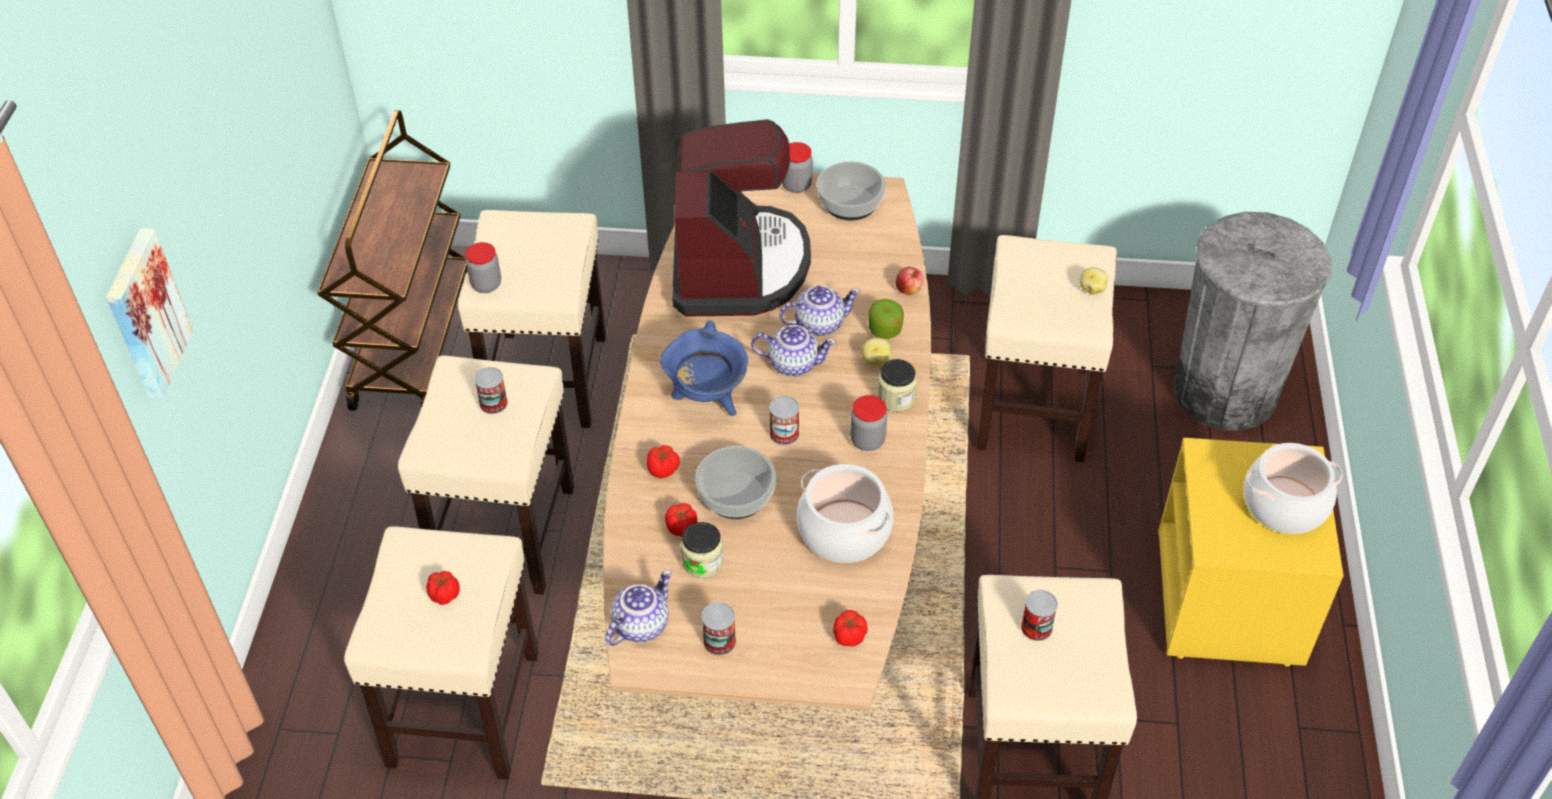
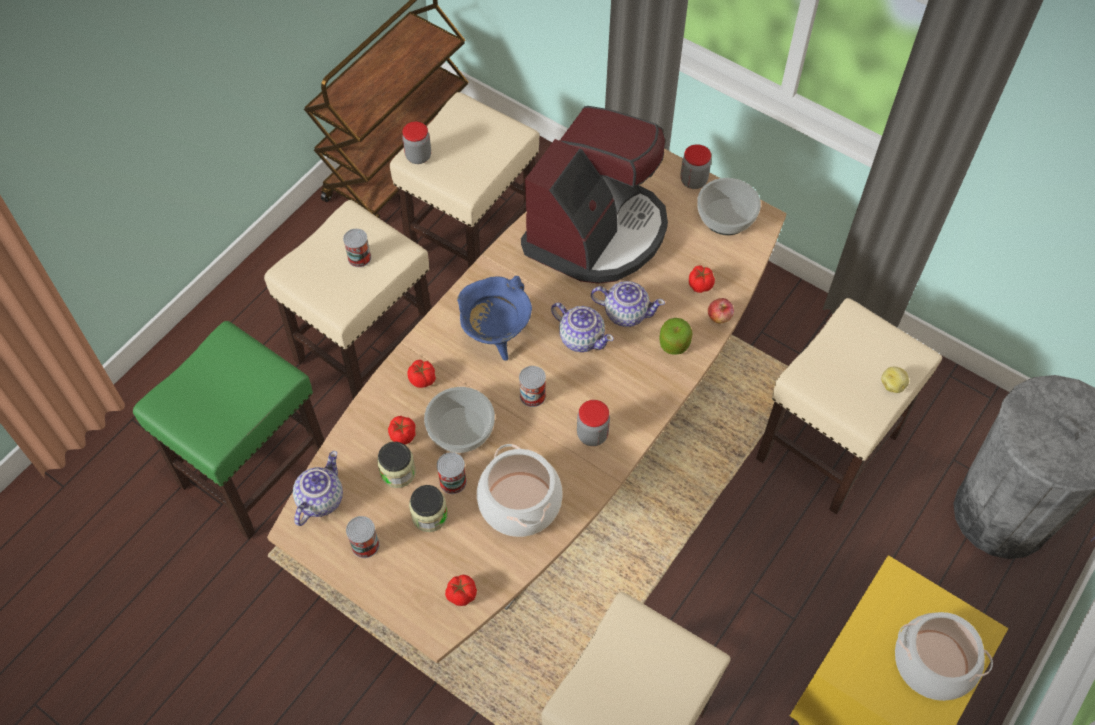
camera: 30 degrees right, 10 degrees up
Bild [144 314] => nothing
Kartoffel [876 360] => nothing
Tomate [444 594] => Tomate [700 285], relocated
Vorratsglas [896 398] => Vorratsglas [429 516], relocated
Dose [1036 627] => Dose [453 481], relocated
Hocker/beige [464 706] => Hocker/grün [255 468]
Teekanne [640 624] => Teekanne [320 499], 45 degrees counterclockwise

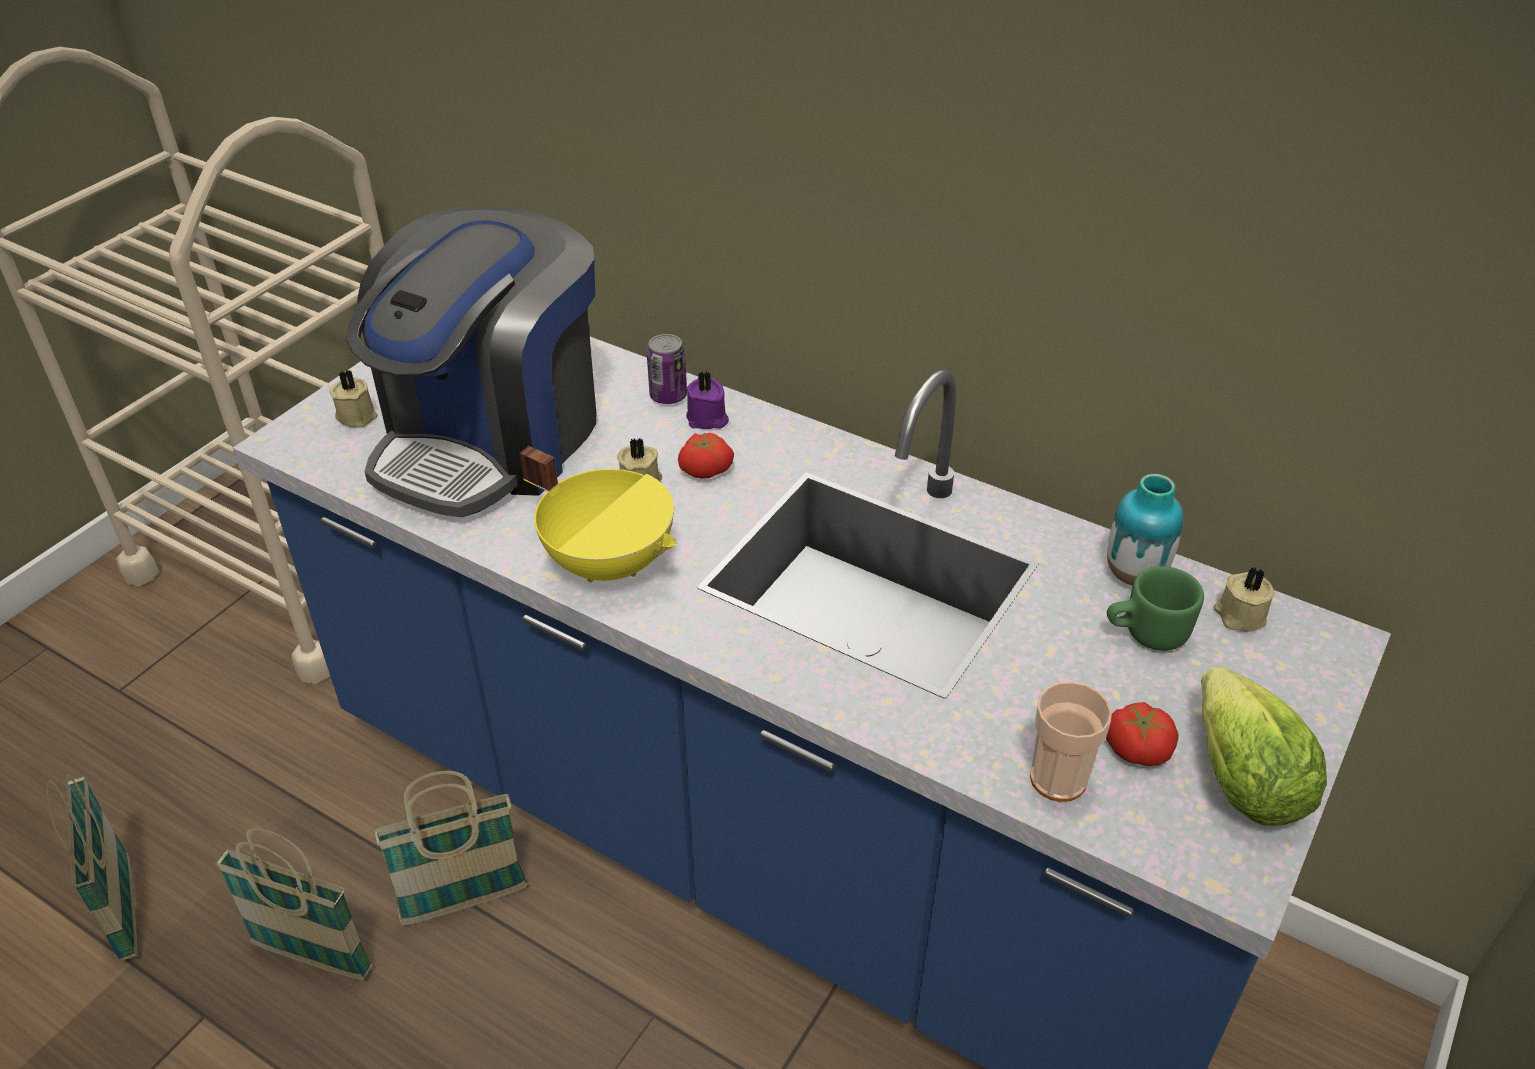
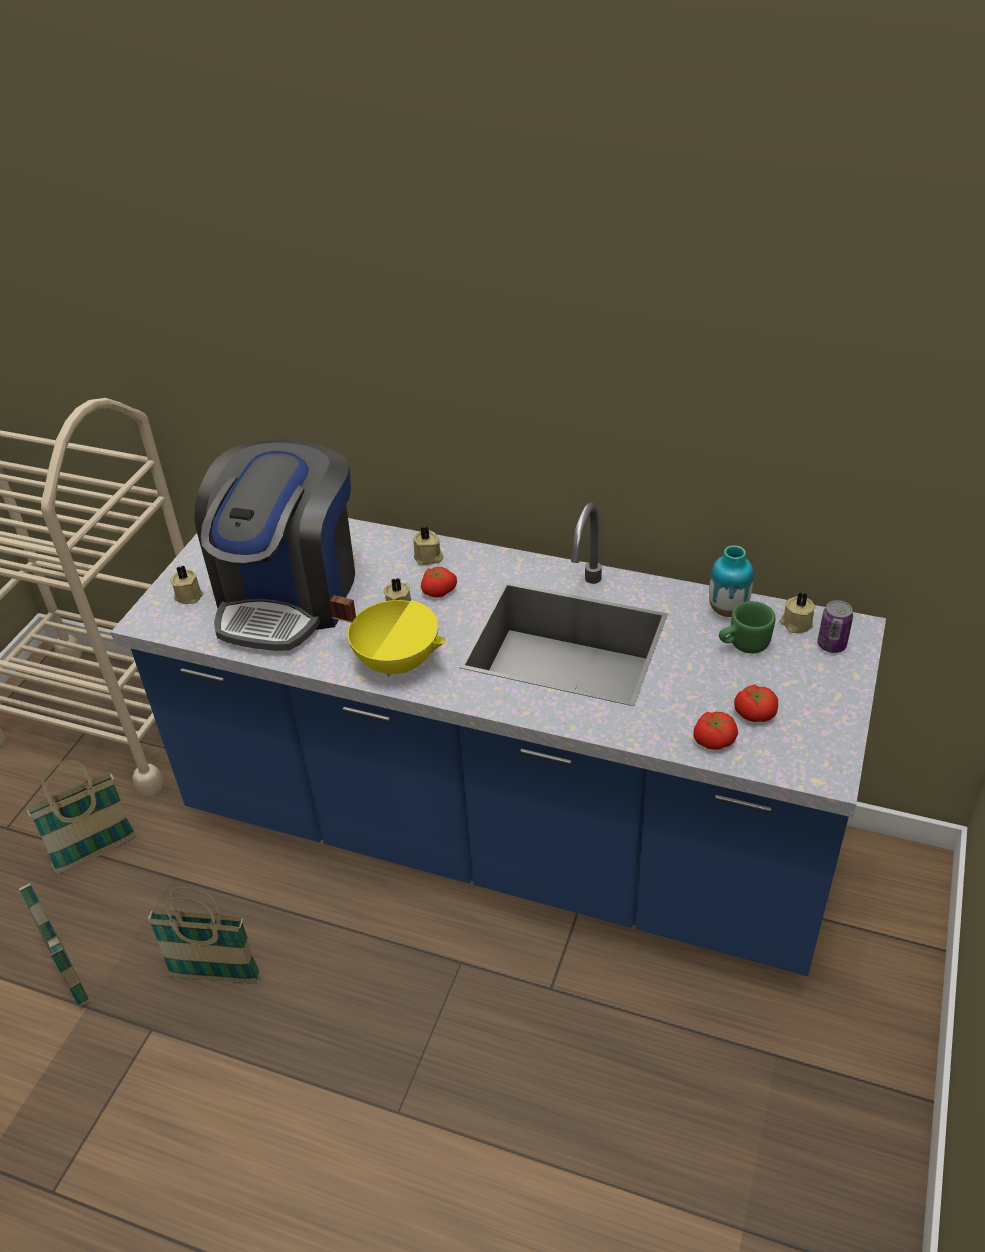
camera: 10 degrees left, 0 degrees up
Salatkopf [1242 781] => nothing
Korb [464 902] => Korb [96 852], relocated
Dose [668 396] => Dose [831 645], relocated
Tasse [1058 779] => Tomate [713 739]
Kerze/lila [707 419] => Kerze/beige [428 558]

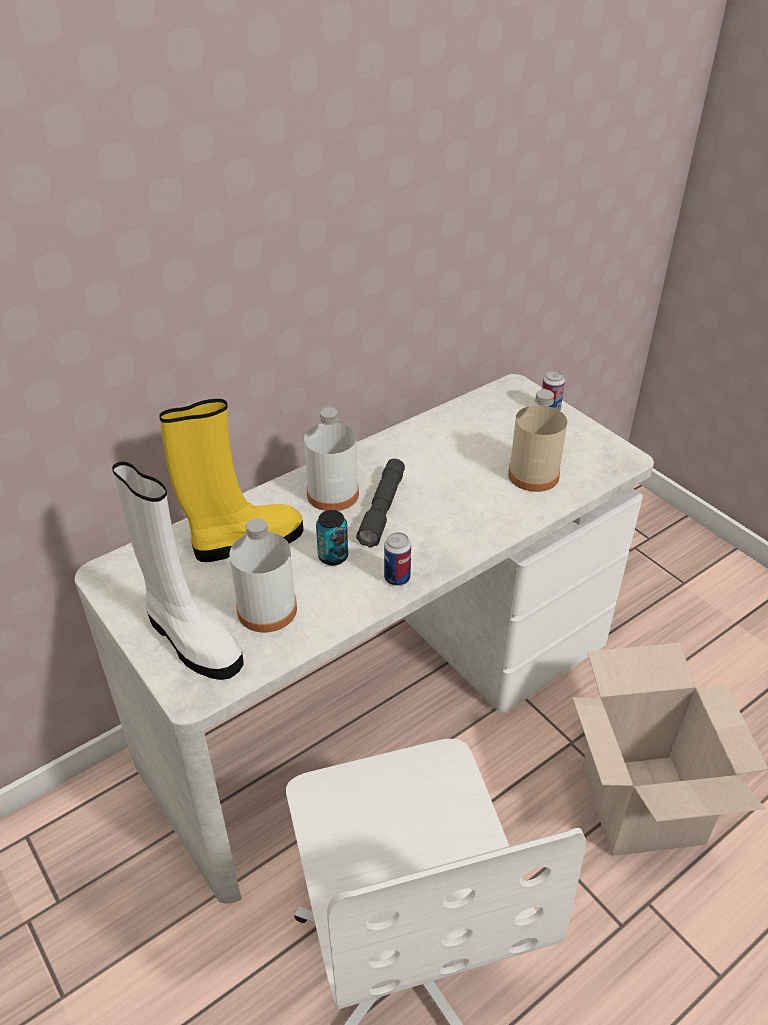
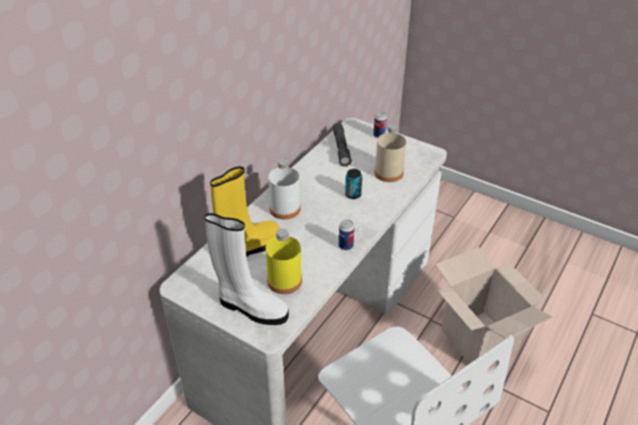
camera: 20 degrees left, 0 degrees up
Dose [333 556] => Dose [353 194], relocated
Taschenlampe/grau [382 509] => Taschenlampe/grau [341 148], relocated
Flasche/weiß [267 609] => Flasche/gelb [284 281]

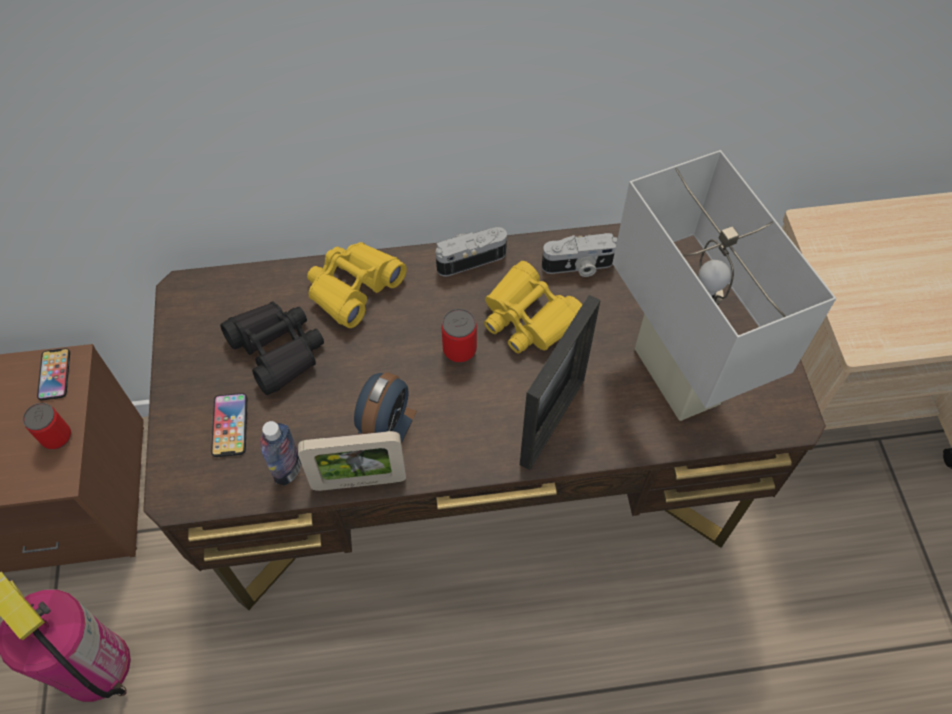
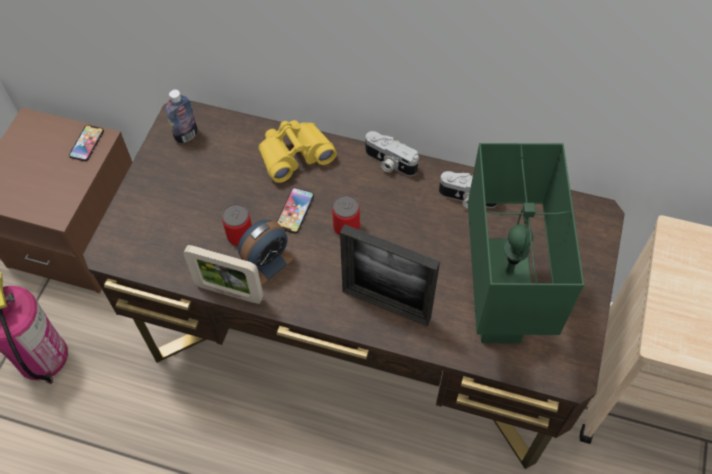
camera: 25 degrees right, 0 degrees up
Fernglas/schwarz [277 350] => nothing
Fernglas/gelb [528 318] => nothing
Dose [56 437] => Dose [240 236], relocated
Handy [230 425] => Handy [295 211], relocated
Flasche [288 470] => Flasche [186 135], relocated
Tischlampe/weiß [676 376] => Tischlampe/grün [498 309]
Kamera [470 258] => Kamera [389 163], 150 degrees counterclockwise
Bilderrahmen [552 421] => Bilderrahmen [386 305], 60 degrees clockwise

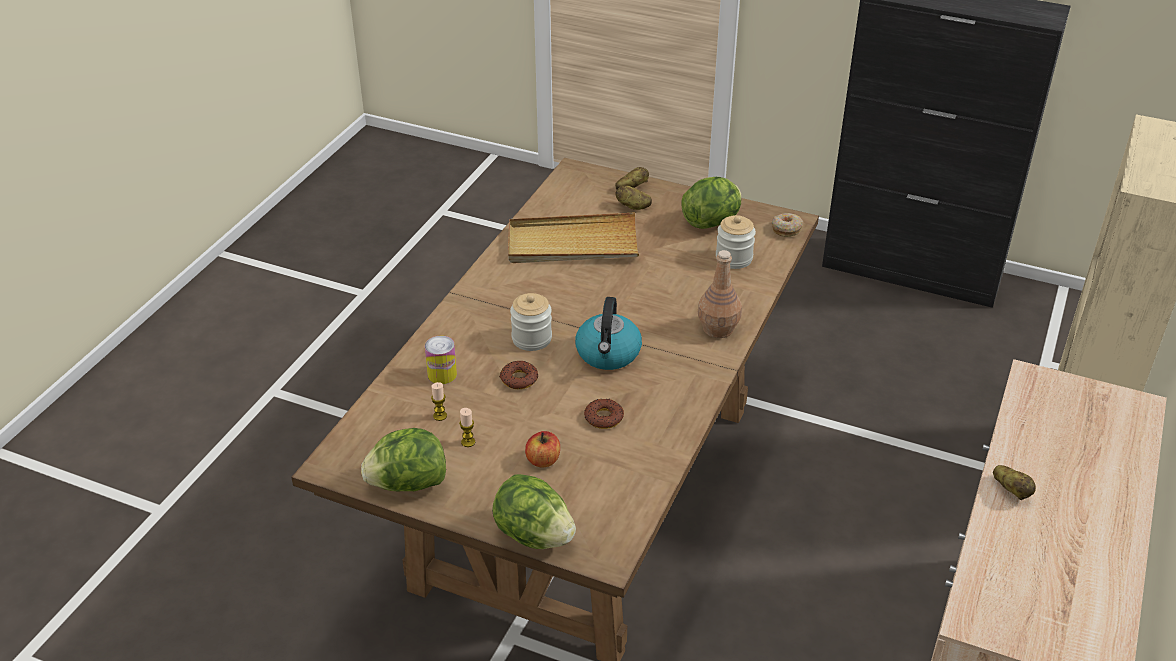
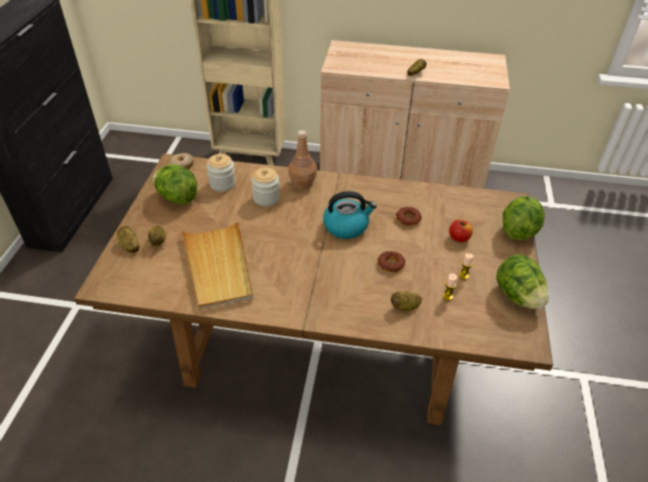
camera: 105 degrees left, 5 degrees up
Vorratsglas [531 339] => Vorratsglas [266 198], relocated
Dose [442 374] => Kartoffel [405 307]

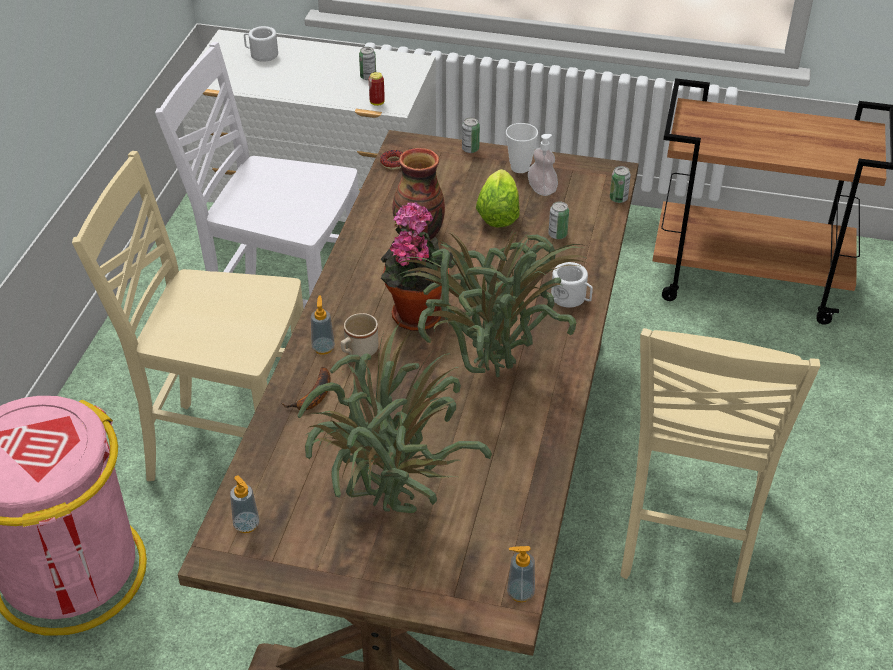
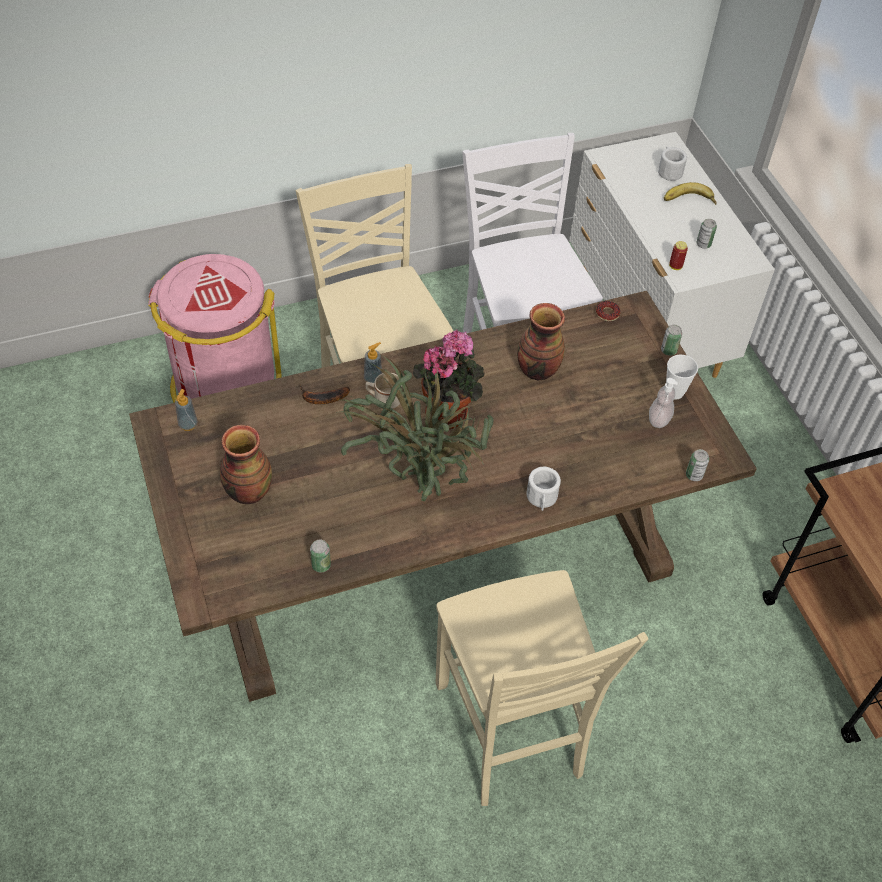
camera: 55 degrees right, 10 degrees up
Salatkopf [498 215] => nothing
Seifenspender [520 593] => nothing
nothing => Banane [689 201]
Dose [557 235] => Dose [321 565], relocated
Topfpflanze [388 510] => Vase [247 491]
Stuhl/beige [688 534] => Stuhl/beige [510 732], 90 degrees counterclockwise

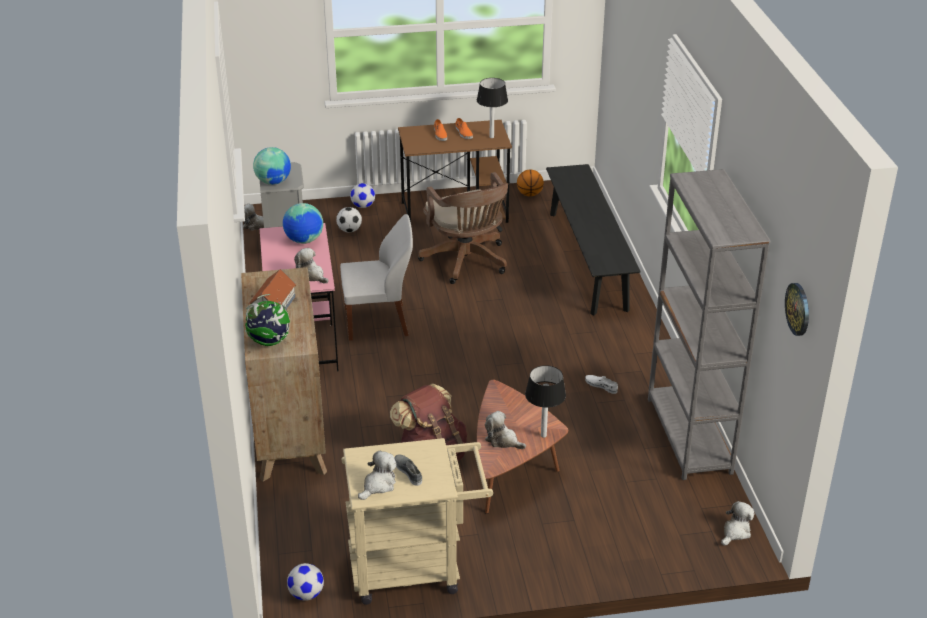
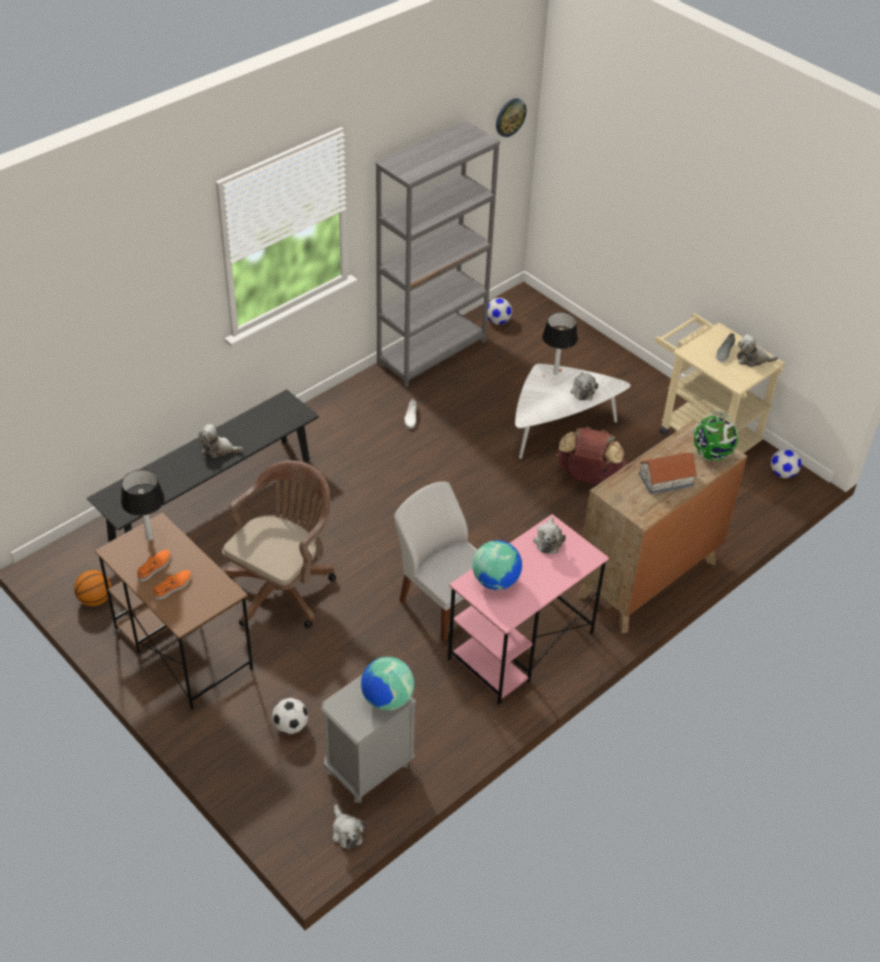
camera: 125 degrees left, 10 degrees up
Fußball [363 206] => Fußball [498 321], relocated
Plüschtier [735 532] => Plüschtier [218 449], relocated
Couchtisch/braun [511 468] => Couchtisch/weiß [558 427]

